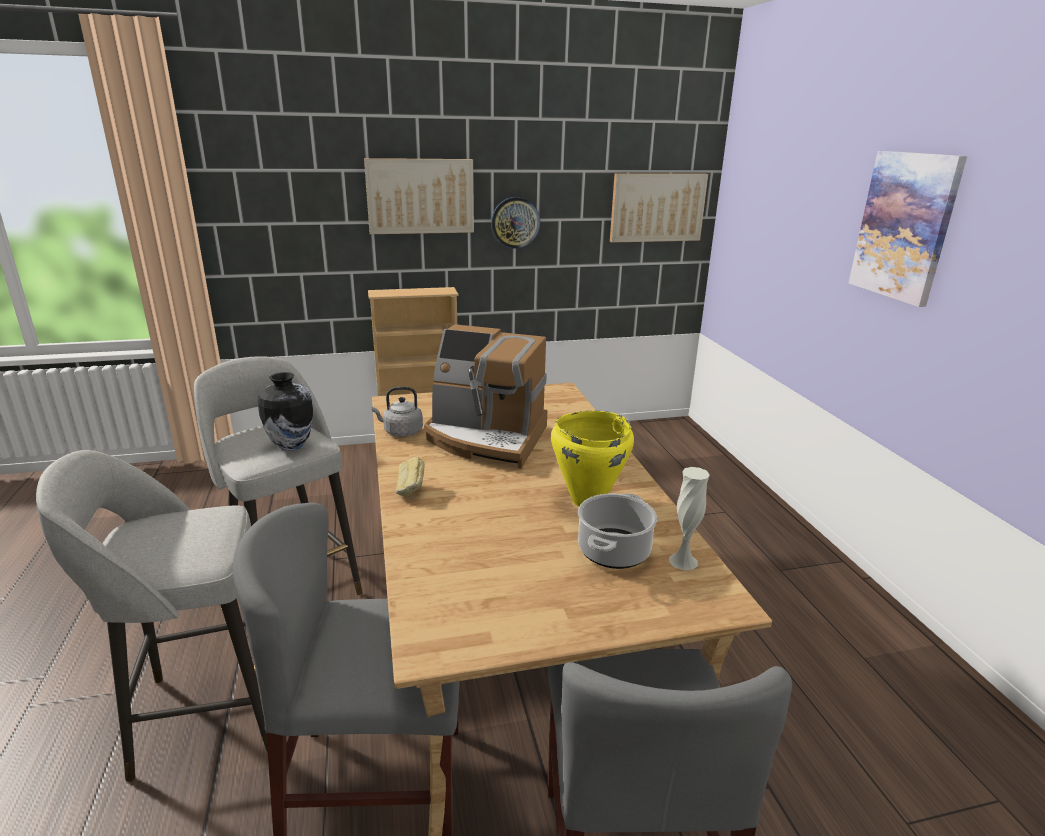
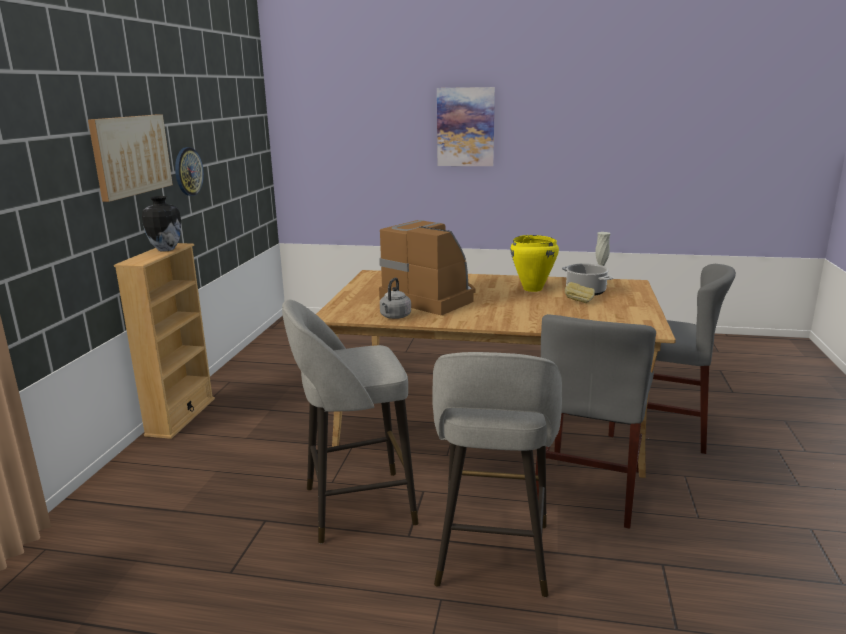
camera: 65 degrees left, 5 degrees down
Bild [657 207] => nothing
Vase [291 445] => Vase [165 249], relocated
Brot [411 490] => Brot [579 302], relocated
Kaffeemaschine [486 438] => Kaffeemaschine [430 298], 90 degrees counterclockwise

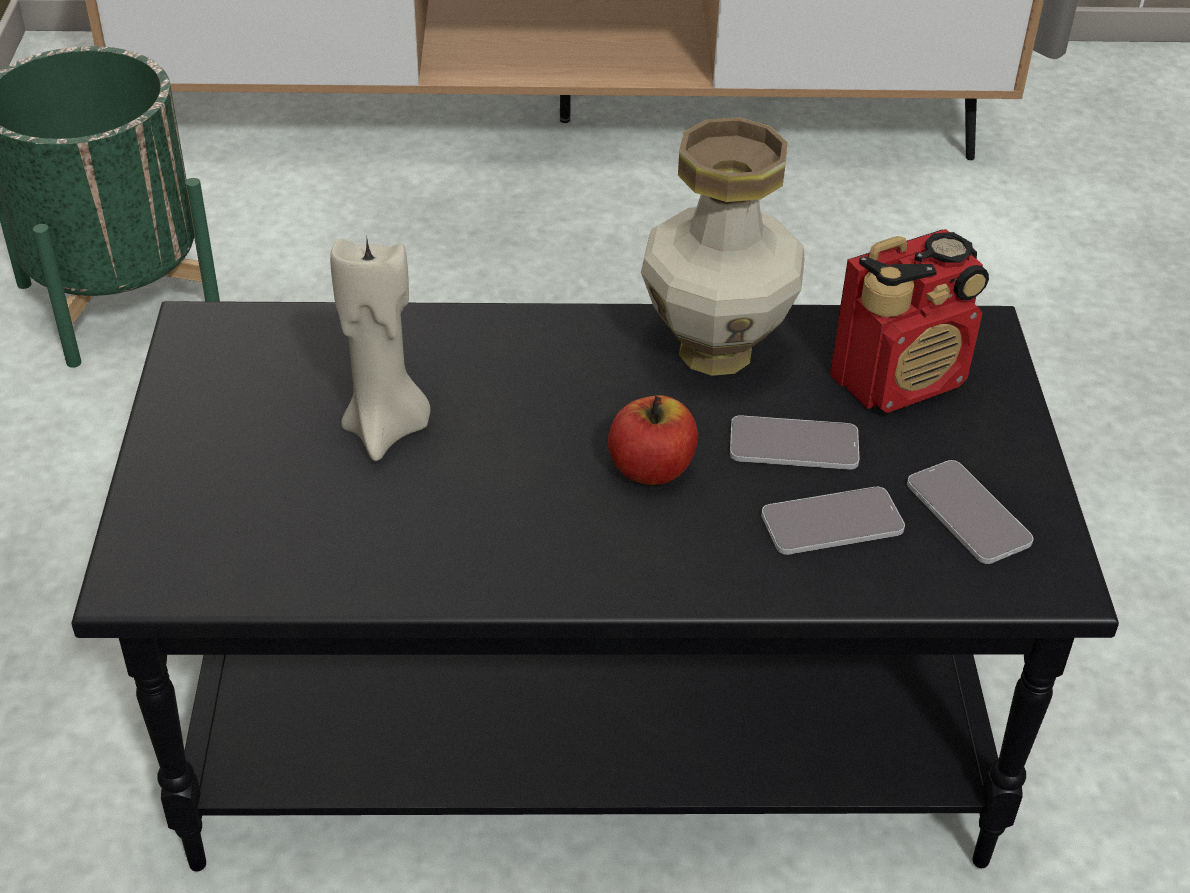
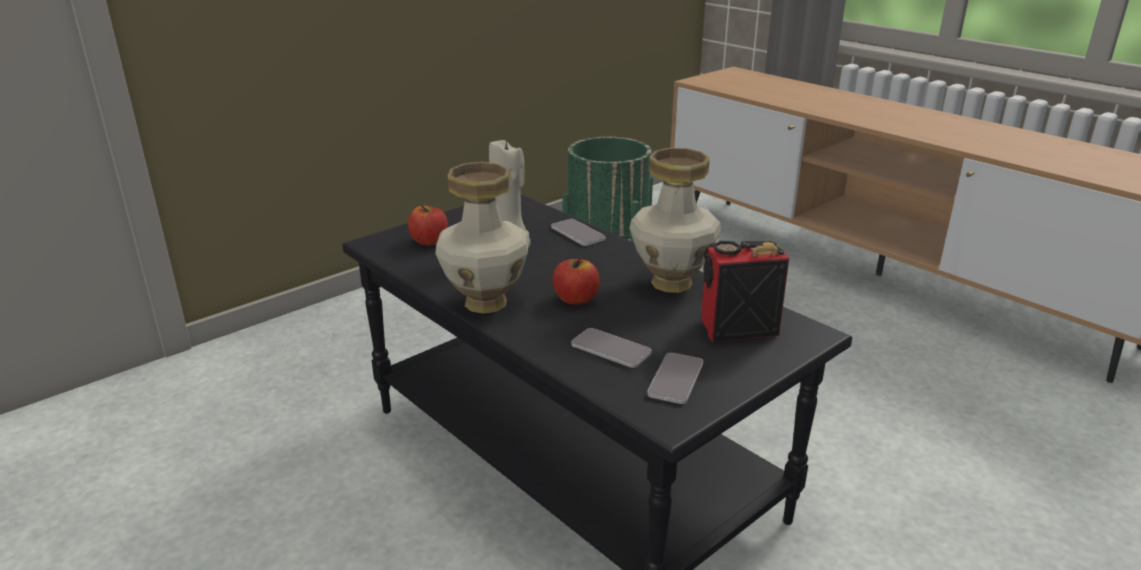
camera: 50 degrees right, 15 degrees down
nothing => Apfel [429 241]
nothing => Vase [486 303]
Handy [793 445] => Handy [578 233], relocated
Radio [900 379] => Radio [736 328], 150 degrees clockwise

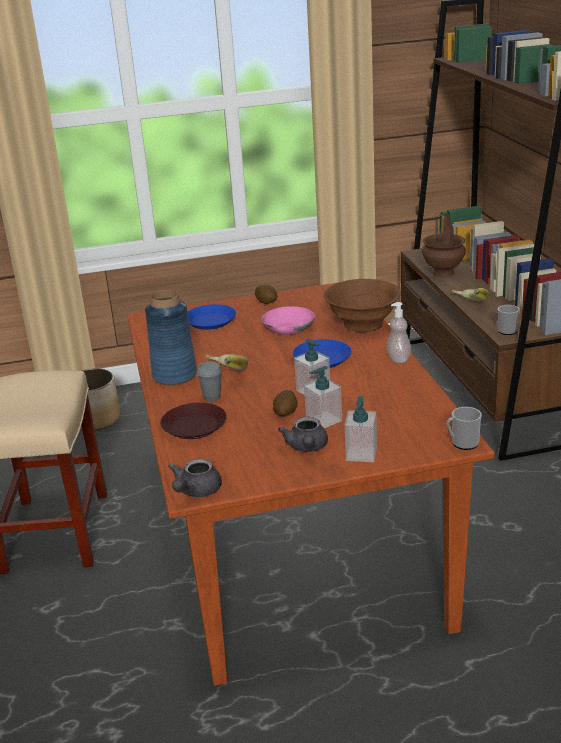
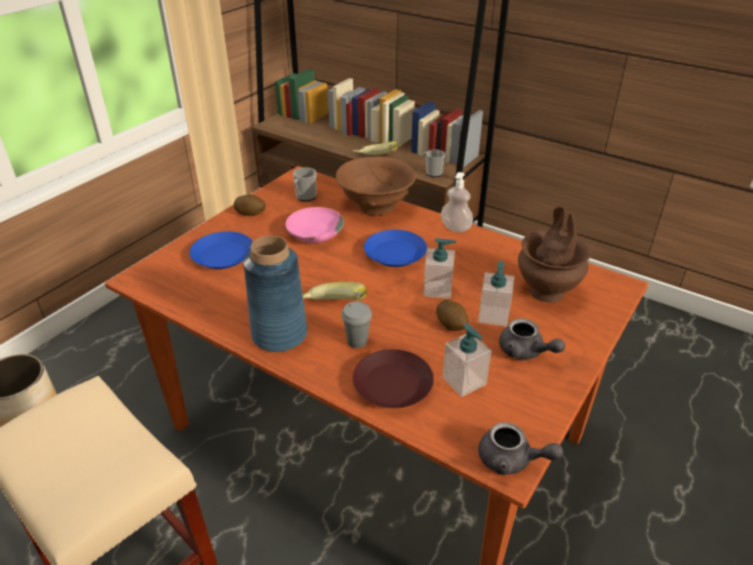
camera: 45 degrees left, 10 degrees up
Seifenspender [361 454] => Seifenspender [464 381], relocated
Vase/braun [443 273] => Vase/braun [547 292], relocated
Henkelbecher [462 443] => Henkelbecher [304 197], relocated
Teekanne/grau [195 491] => Teekanne/grau [512 461], 45 degrees counterclockwise

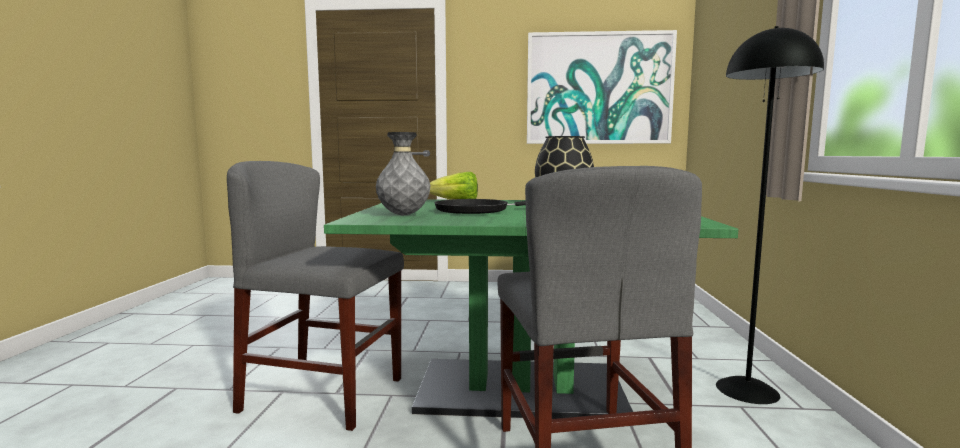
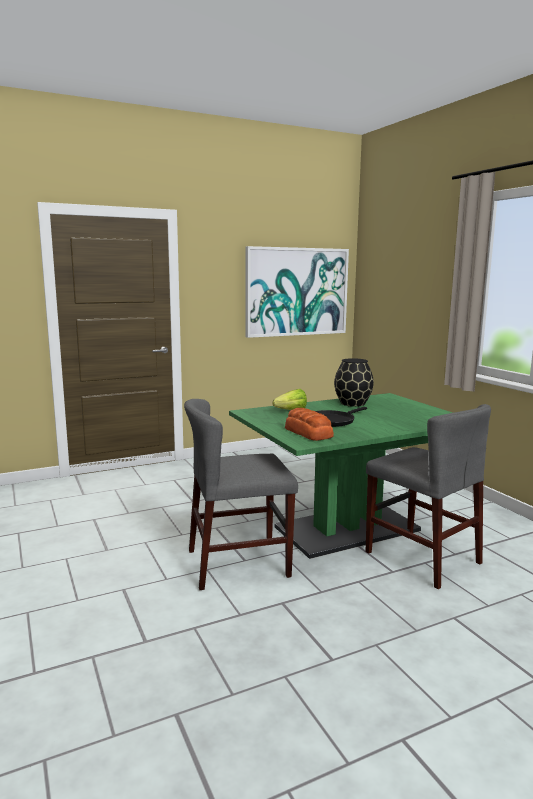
camera: 30 degrees left, 5 degrees up
Stehlampe/schwarz [748 390] => nothing
Vase/grau [404 215] => Brot [308 432]

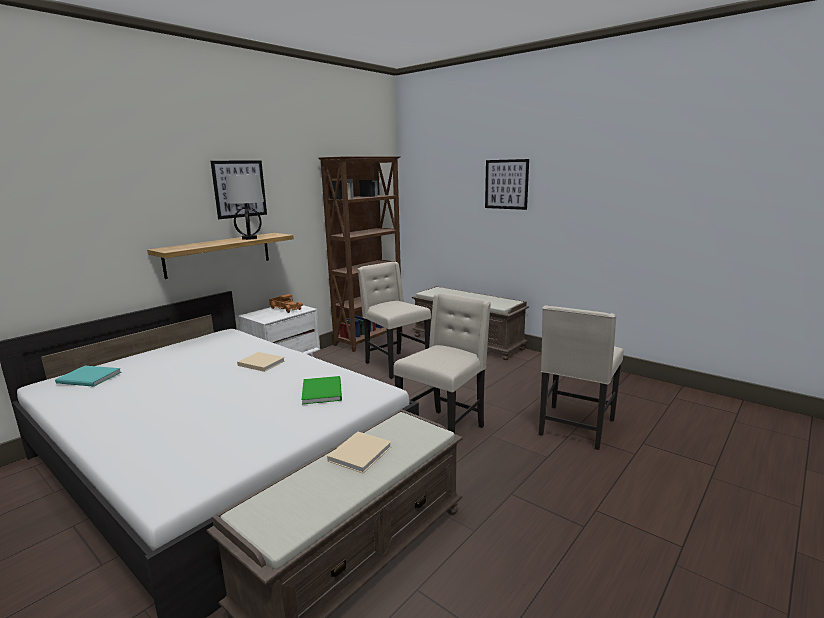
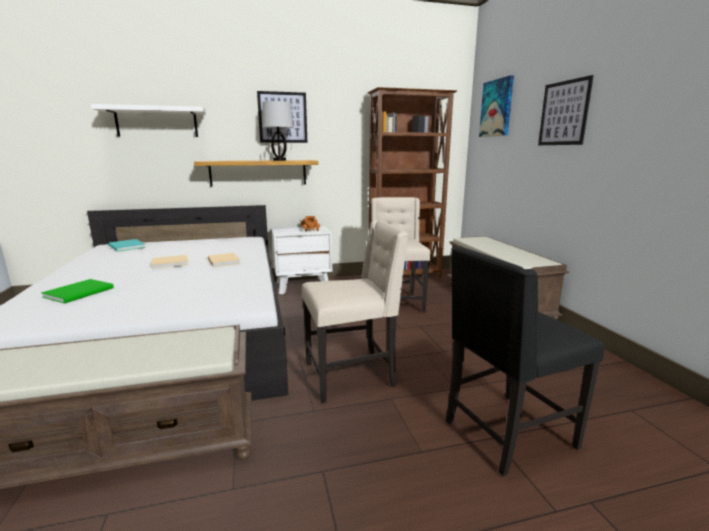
camera: 35 degrees right, 0 degrees up
nothing => Wandregal/weiß [157 122]
nothing => Bild [496 108]
Buch/grün [323 390] => Buch/grün [81 292], relocated
Buch/beige [361 452] => Buch/beige [171 263], relocated
Stuhl/beige [575 428] => Stuhl/schwarz [506 434]

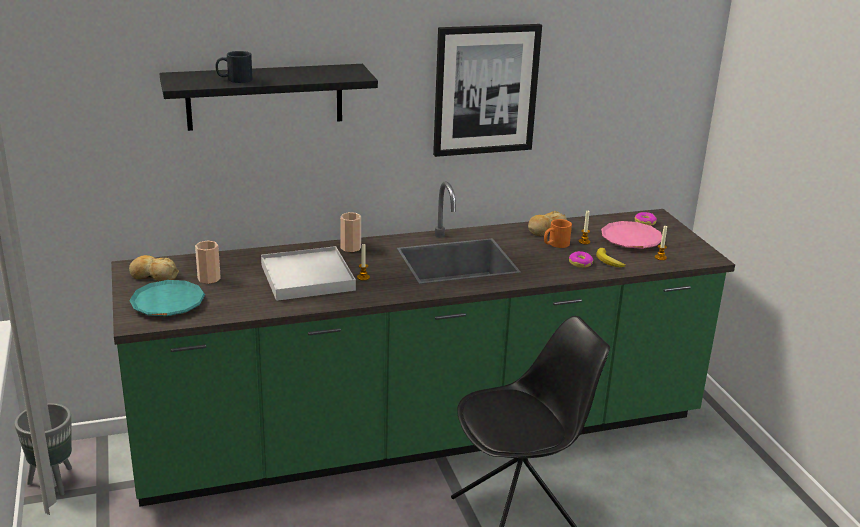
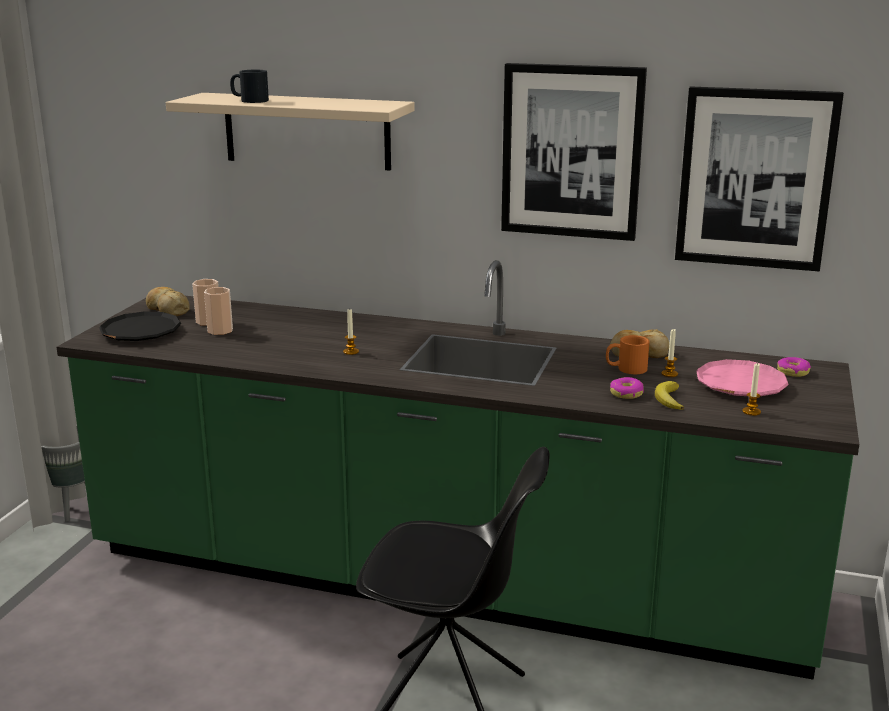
camera: 35 degrees right, 5 degrees down
Tablett/weiß [307 277] => nothing
nothing => Bild [755 178]
Tasse [350 248] => Tasse [220 330], relocated
Teller/türkis [168 303] => Teller/schwarz [141 332]
Wandregal/schwarz [265 96] => Wandregal/beige [306 131]

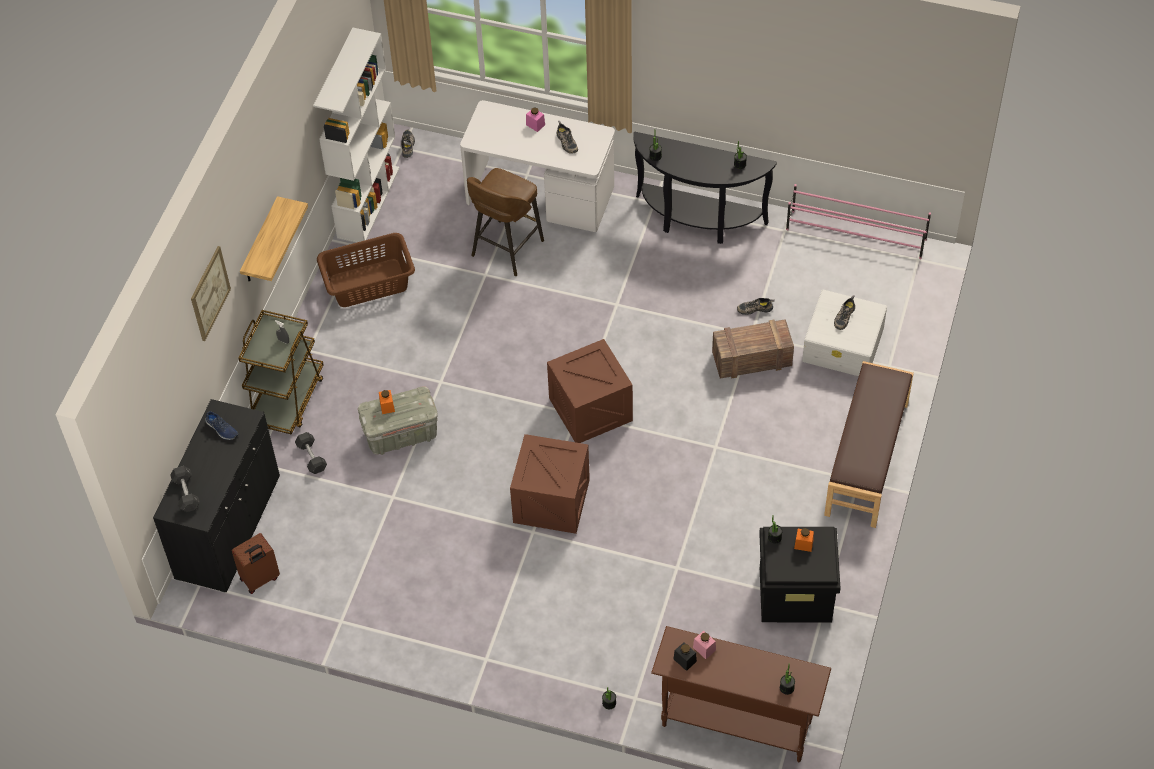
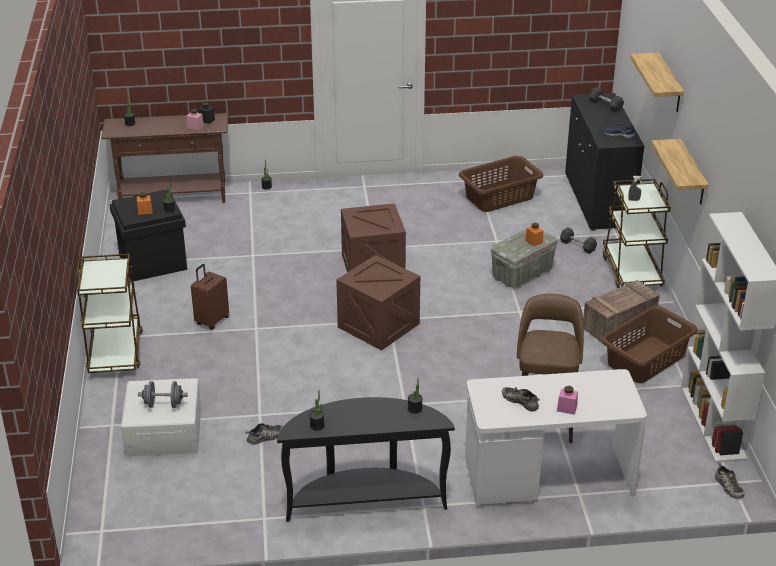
camera: 155 degrees right, 20 degrees down
Schuhregal/rosa [856 235] => nothing
nothing => Wäschekorb/braun [500 197]
Koffer/braun [260 579] => Koffer/braun [211 321], relocated
Kiste [750 360] => Kiste [619 324], relocated
Bild [210 293] => Wandregal [669 83]
Bank/braun [867 459] => Rollwagen/braun [115 352]
Schuh [843 316] => Hantel/grau [163 404]

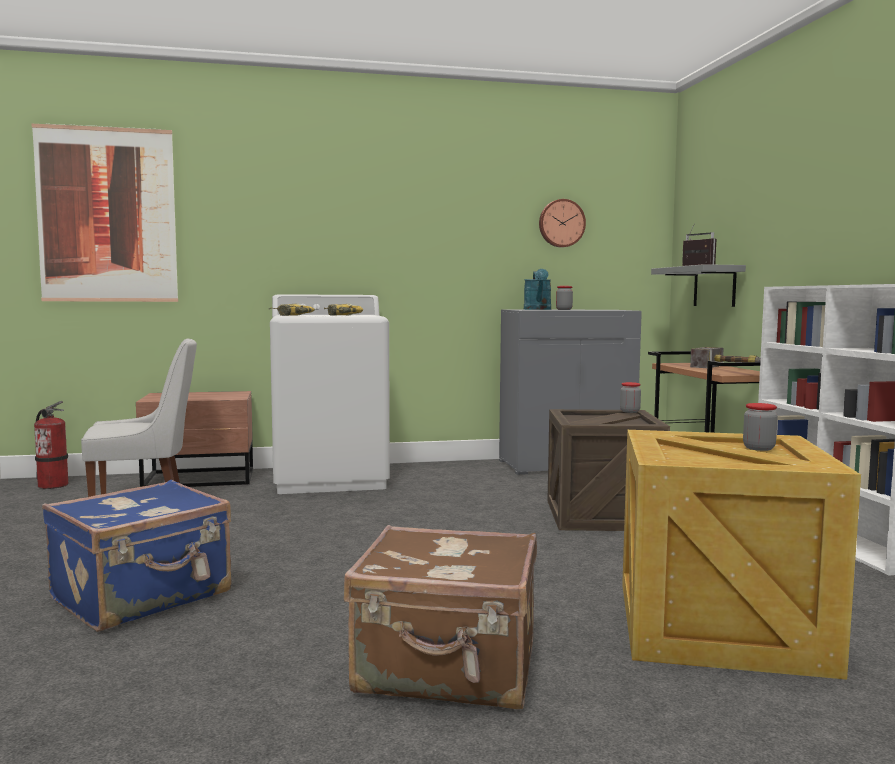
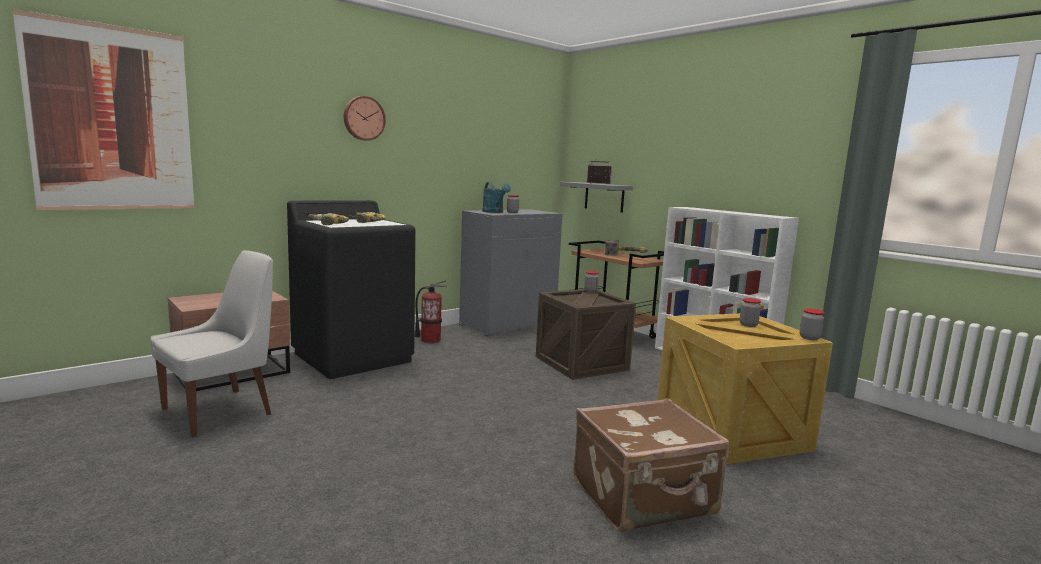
camera: 30 degrees left, 5 degrees up
Koffer/blau [143 596] => nothing
nothing => Vorratsglas [809 338]
Feuerlöscher [53 485] => Feuerlöscher [430 340], relocated
Wanduhr [561 223] => Wanduhr [363 118], relocated
Waschmaschine/weiß [331 478] => Waschmaschine/schwarz [353 357]

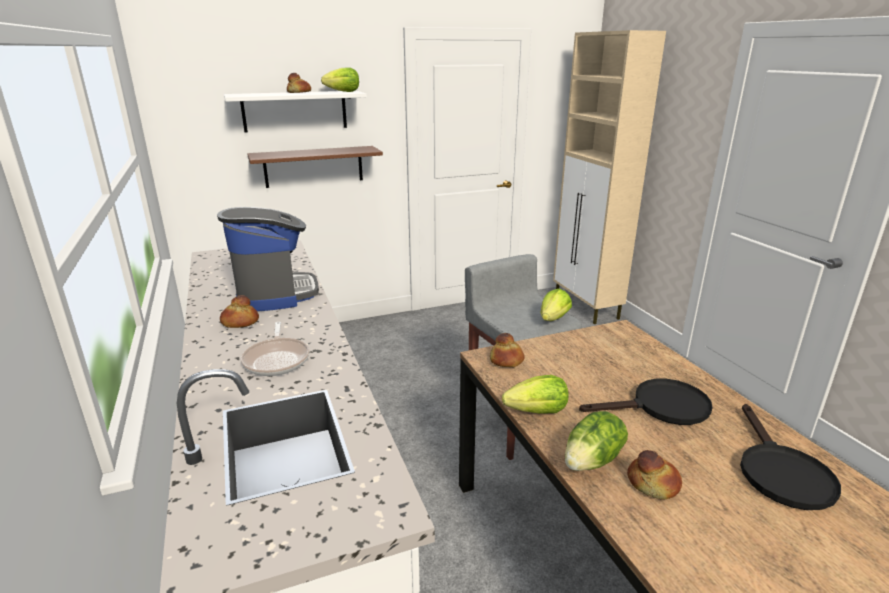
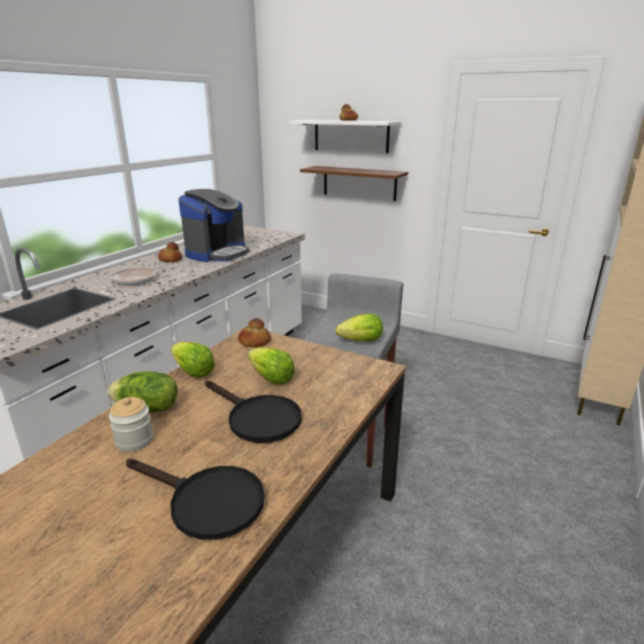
camera: 50 degrees right, 0 degrees up
Salatkopf [343 92] => Salatkopf [271 379], relocated
Brot [653 484] => Vorratsglas [134 440]
Pfanne/schwarz [779 471] => Pfanne/schwarz [206 502], 120 degrees counterclockwise

